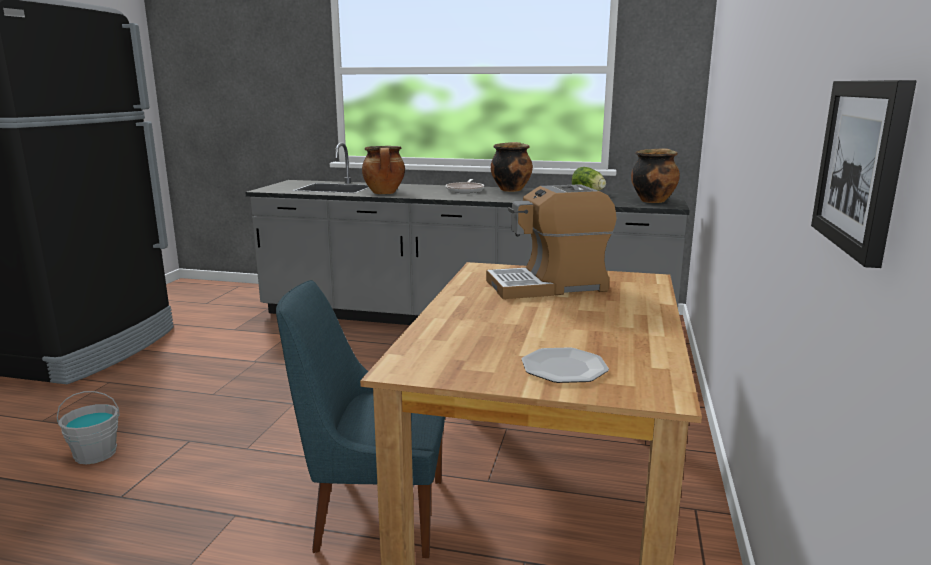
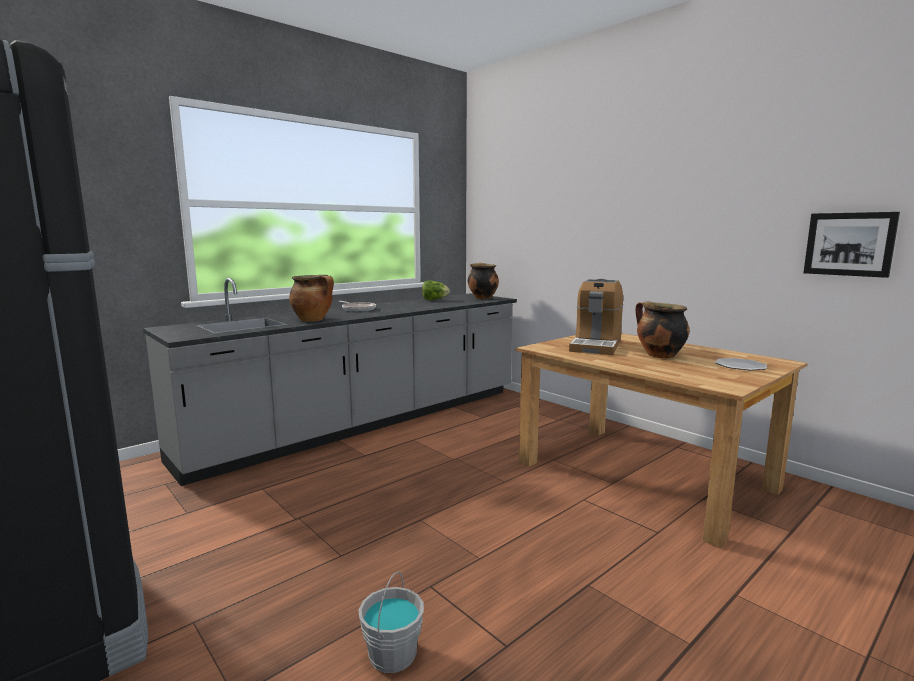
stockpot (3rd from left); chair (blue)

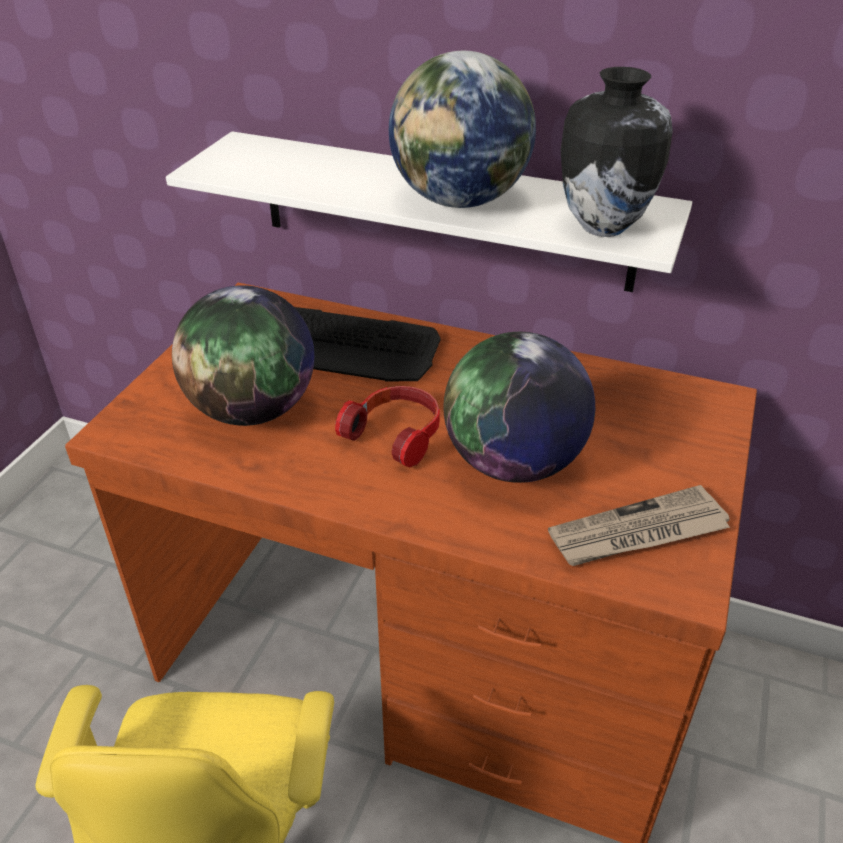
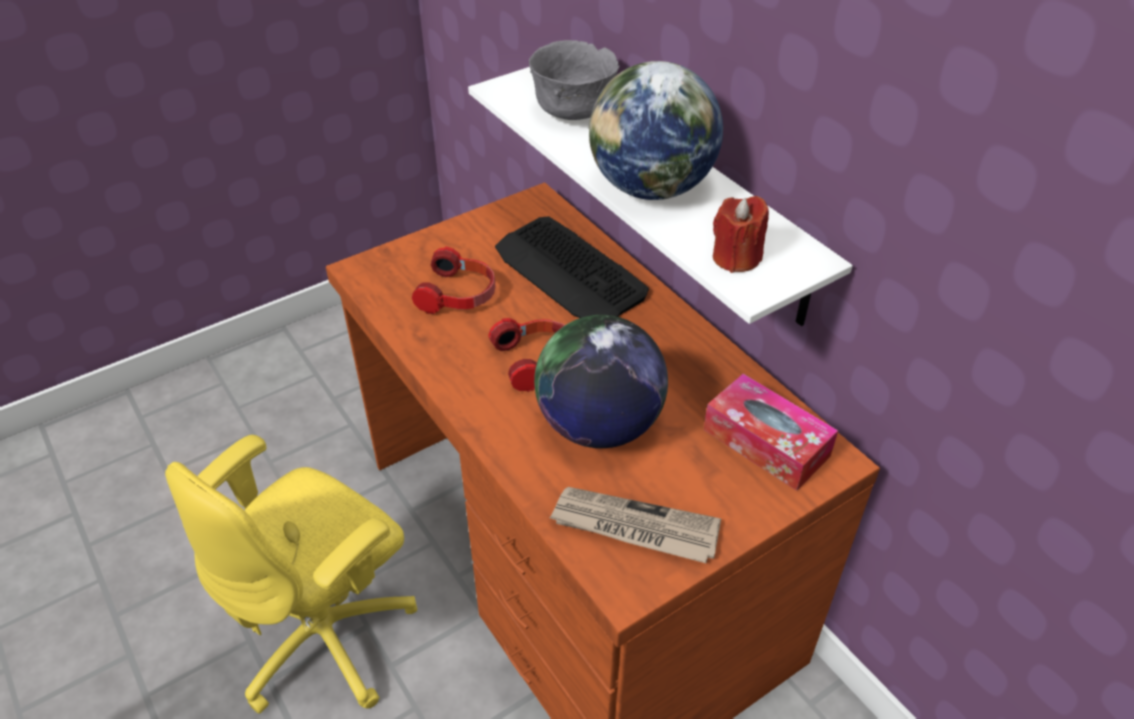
headphones (1st from left); deep dish (gray); tissue holder; wax candle (reddish)

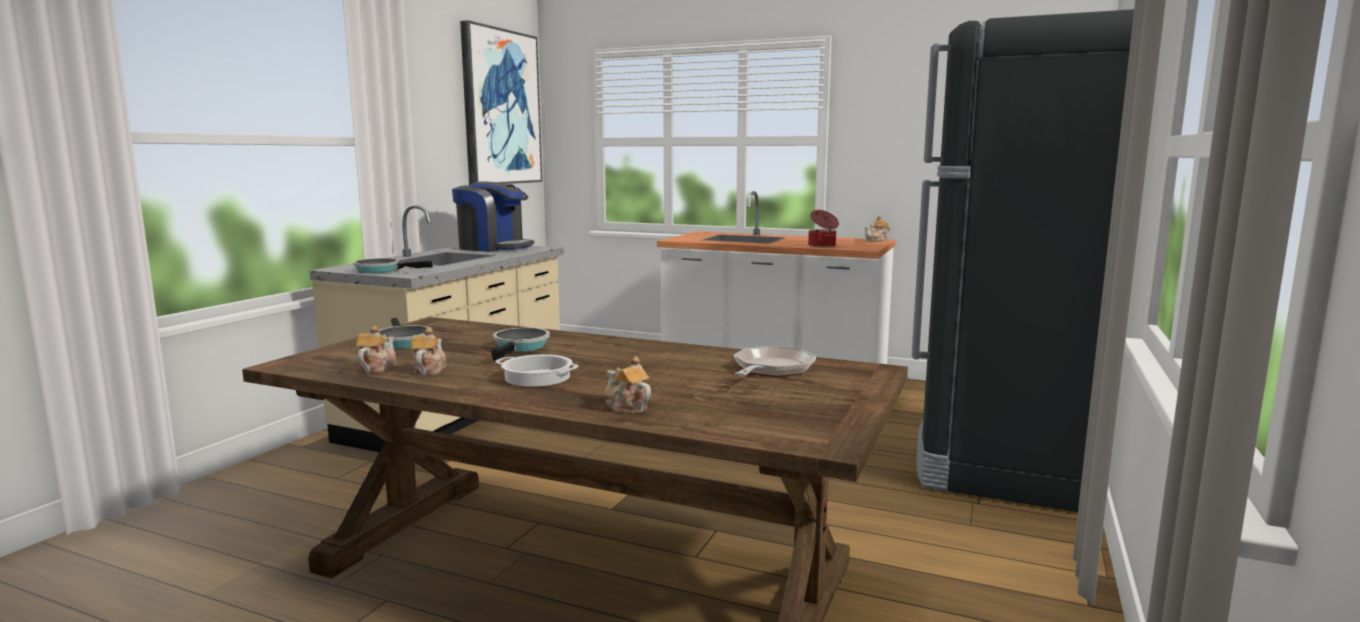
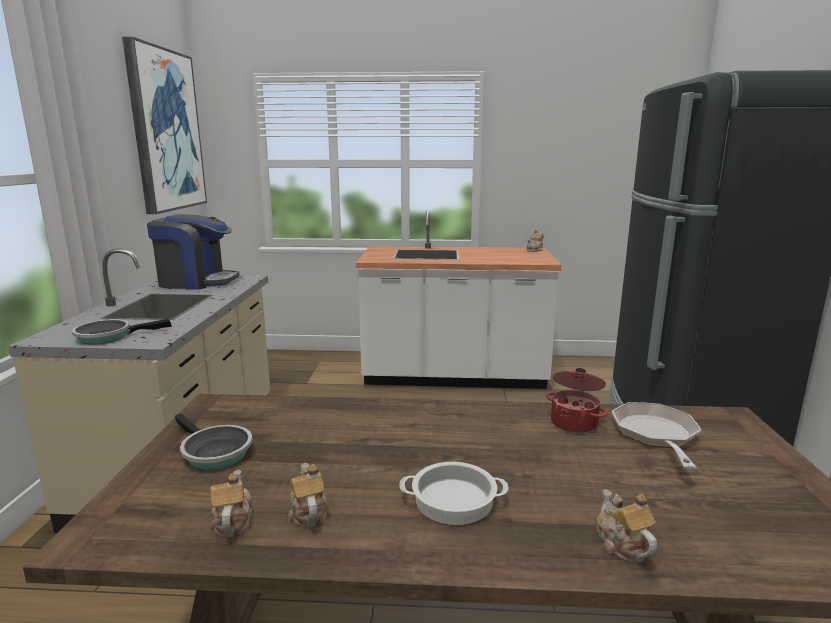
stockpot (2nd from left); teapot (4th from left); frying pan (3rd from left in the first image)

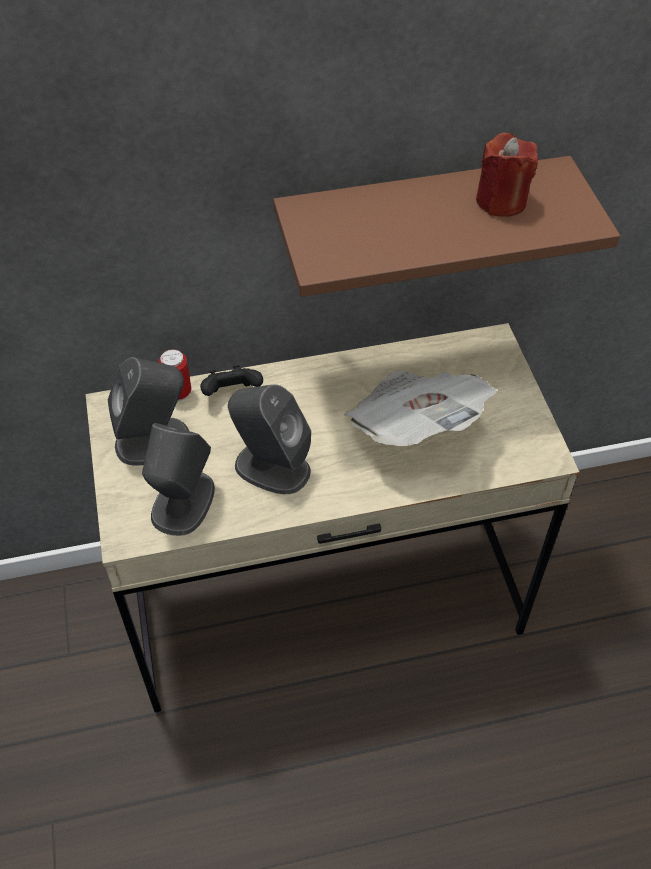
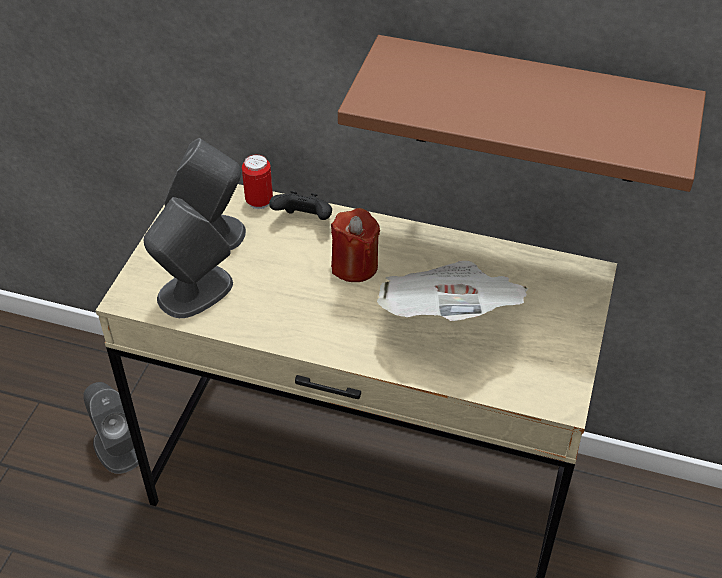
loudspeaker (gray) (1st from left); wax candle (reddish)

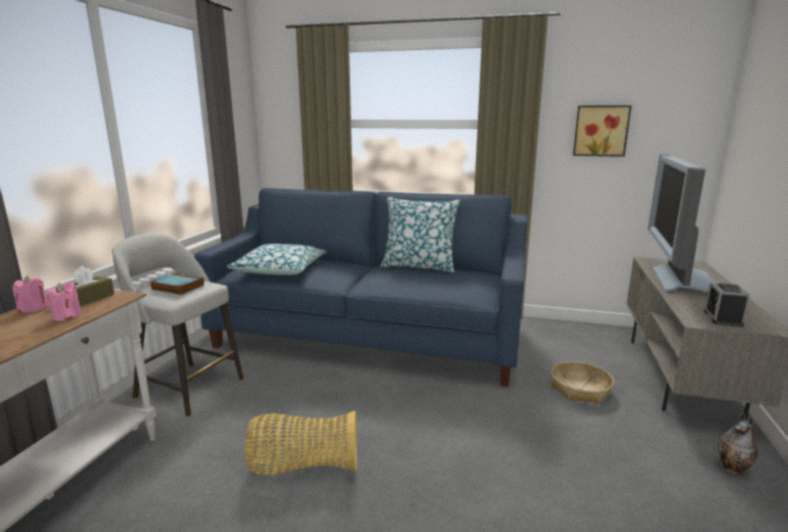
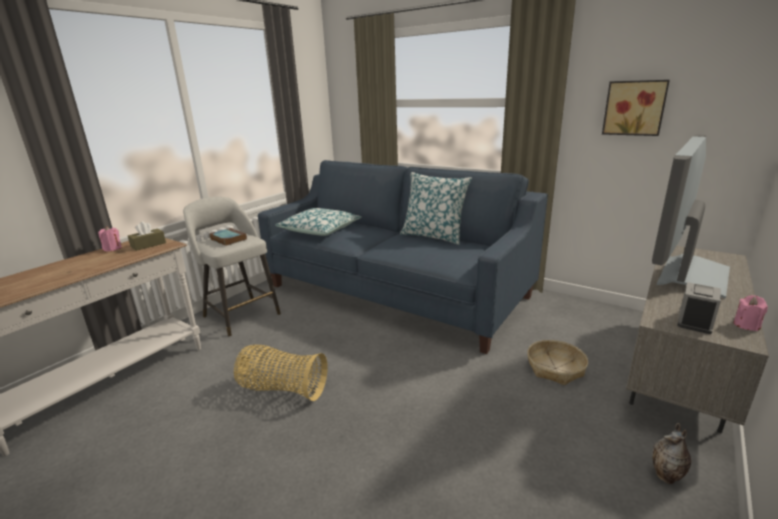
wax candle (pink-coloured) (2nd from left)

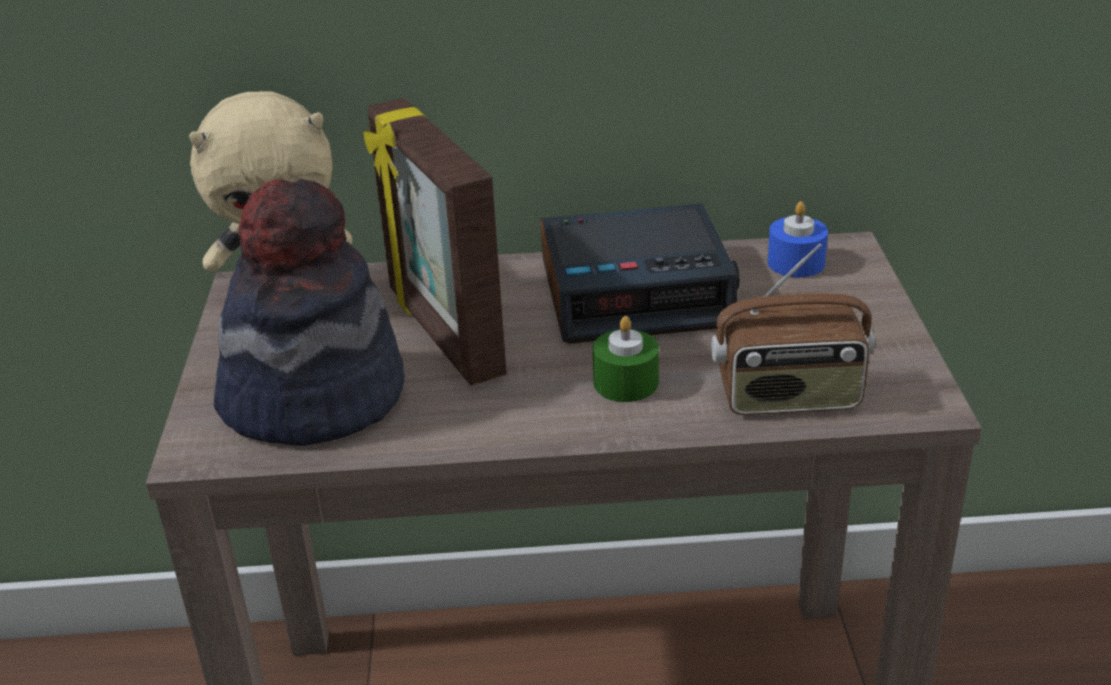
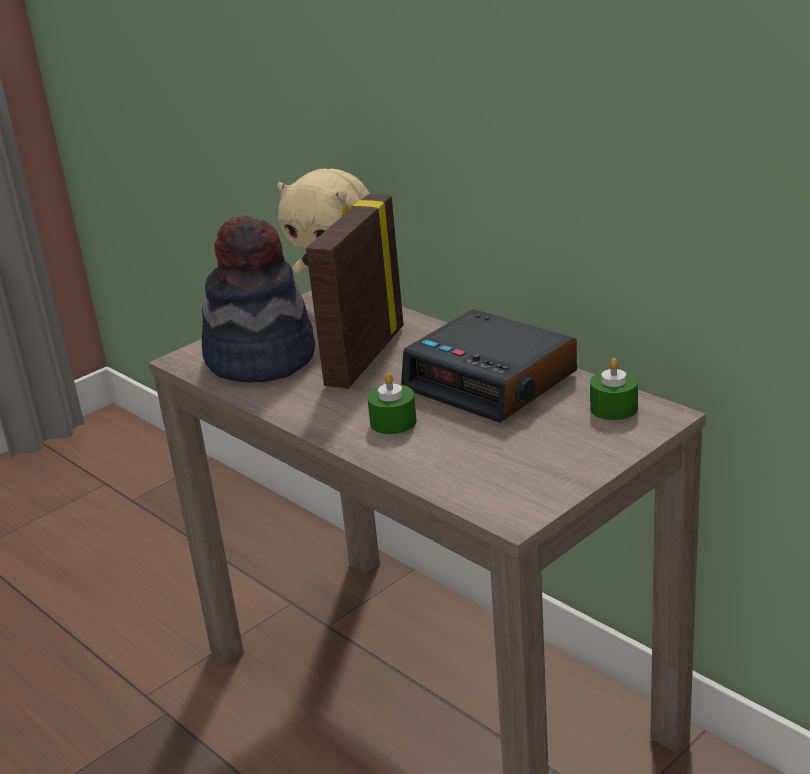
wax candle (greenish) (2nd from left); radio receiver

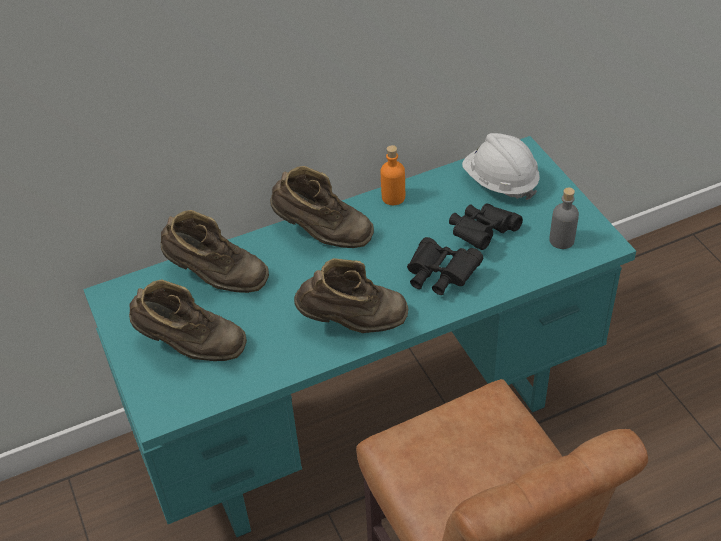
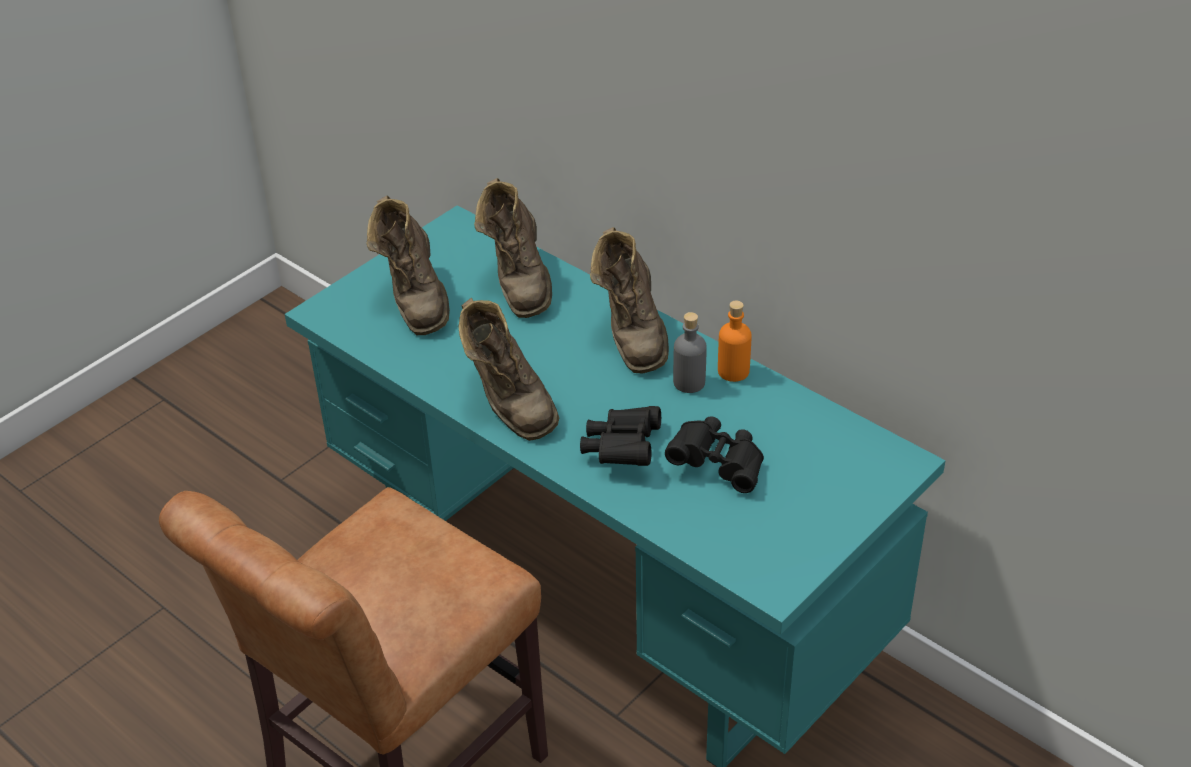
beverage bottle (gray); safety helmet (whitish)

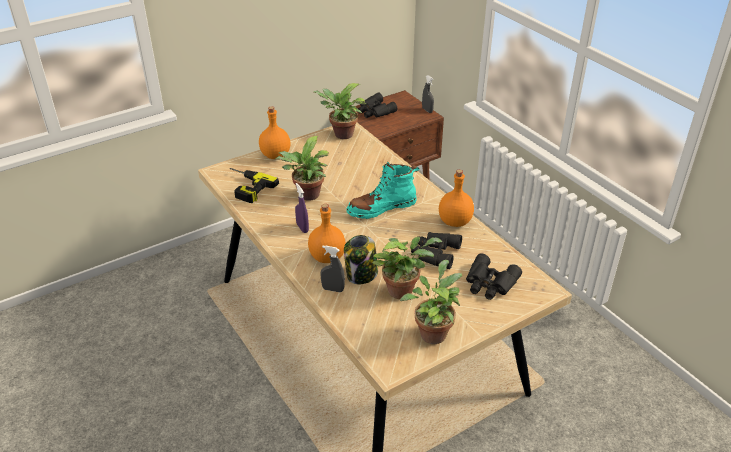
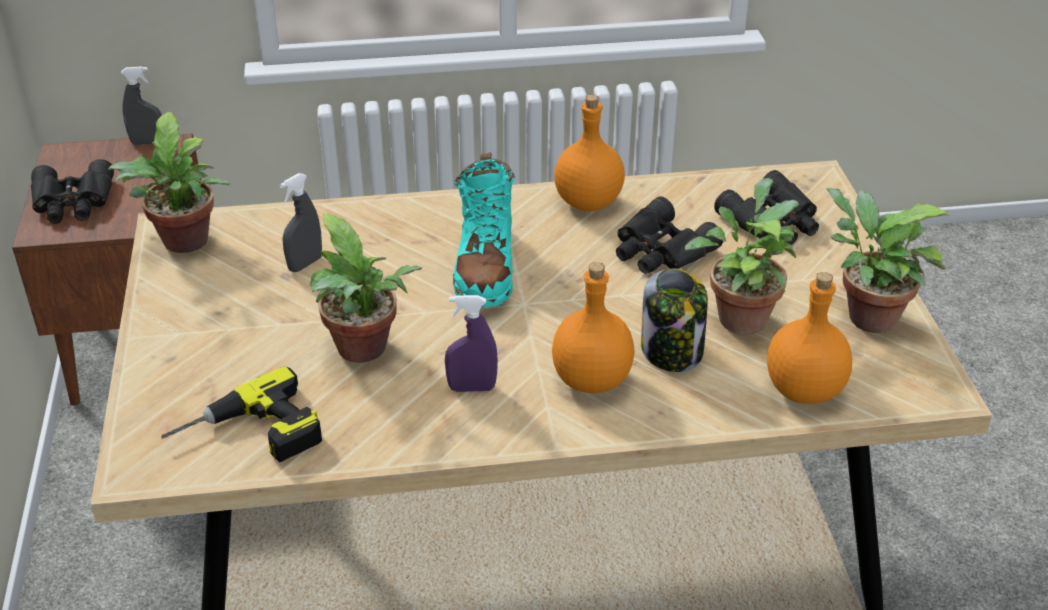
spray bottle (gray) (2nd from left); beverage bottle (orangey) (3rd from left)

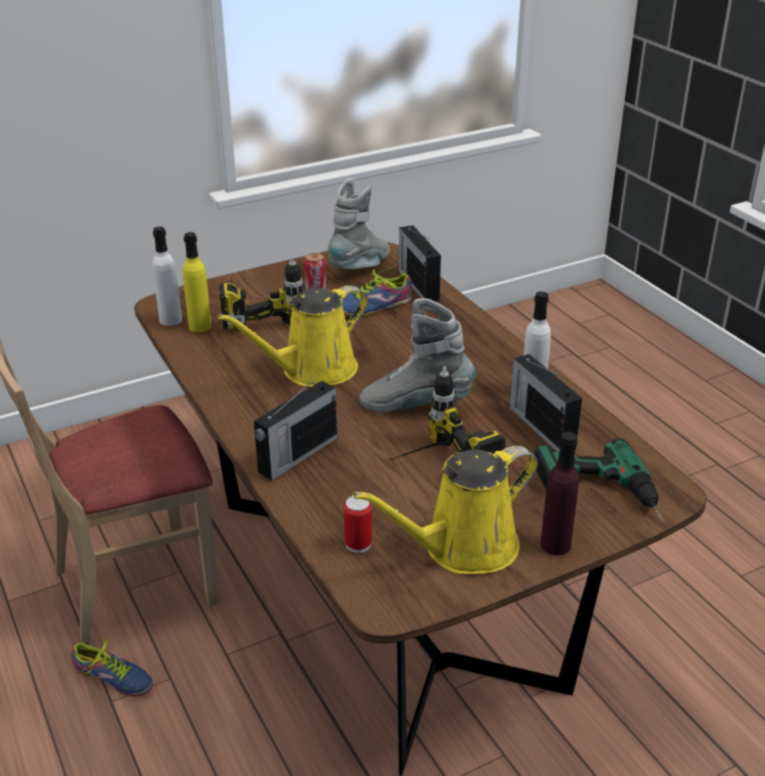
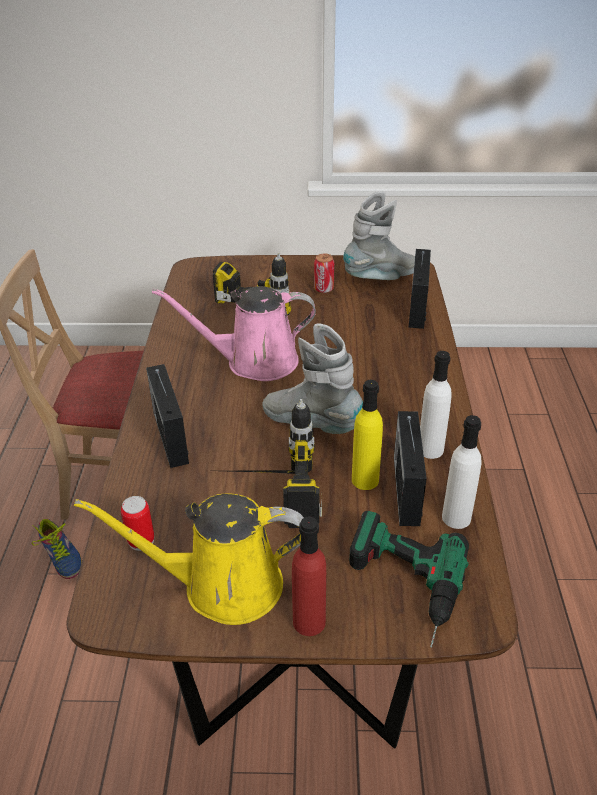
radio receiver (1st from left); sprinkling can (pink-coloured); beverage bottle (reddish); beverage bottle (yellowish); beverage bottle (whitish) (2nd from left); shoe (2nd from left in the first image)

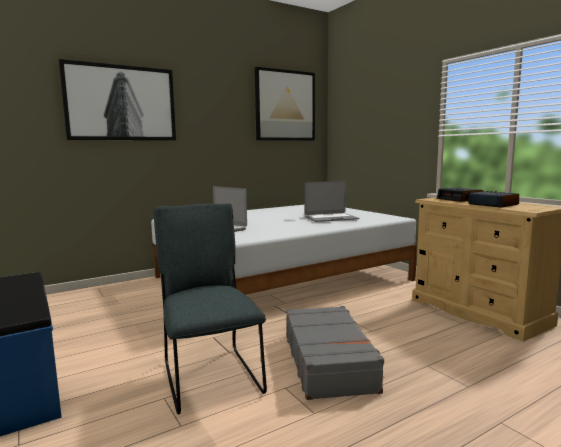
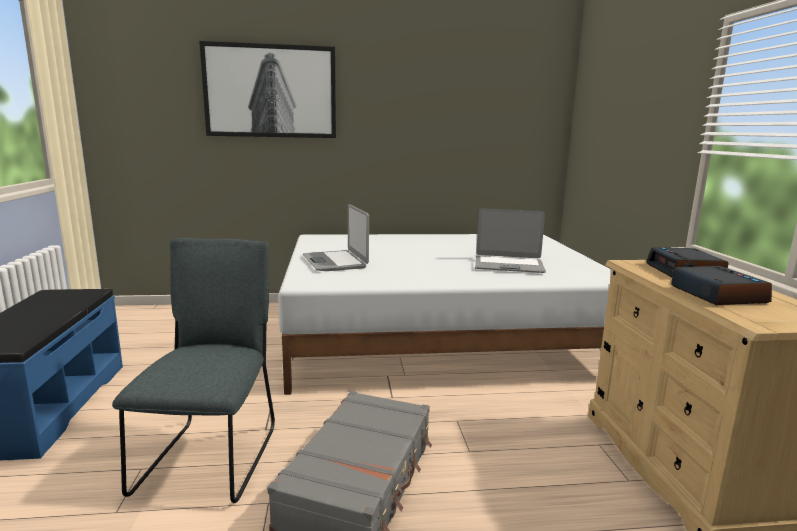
wall picture (2nd from left in the first image)

